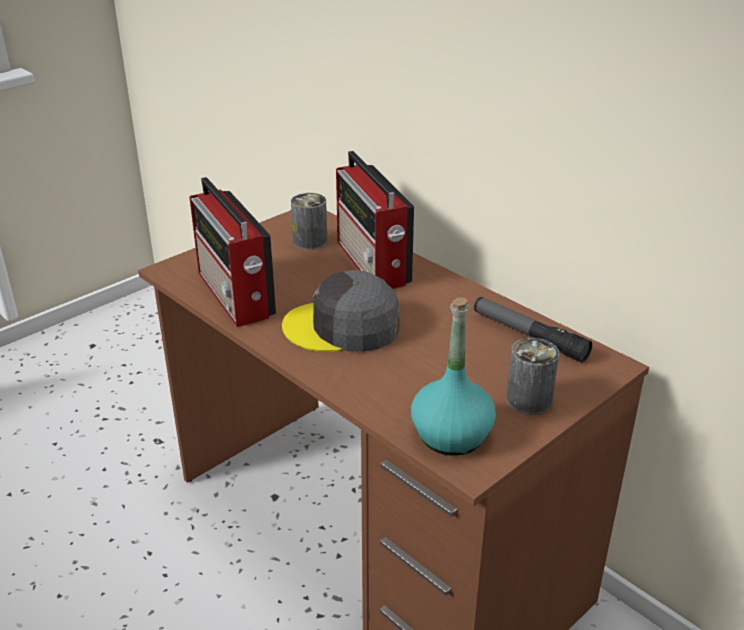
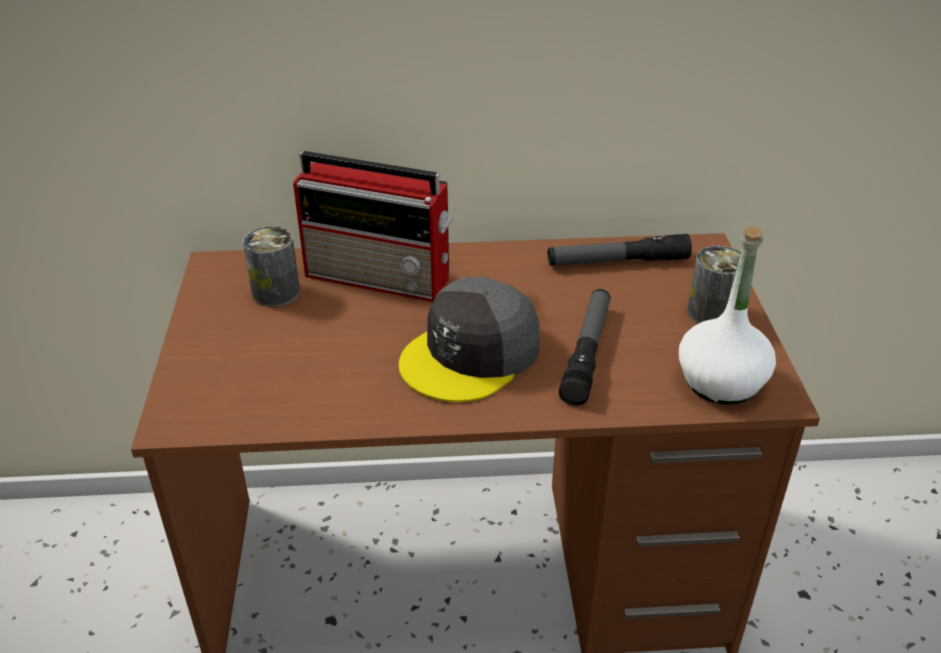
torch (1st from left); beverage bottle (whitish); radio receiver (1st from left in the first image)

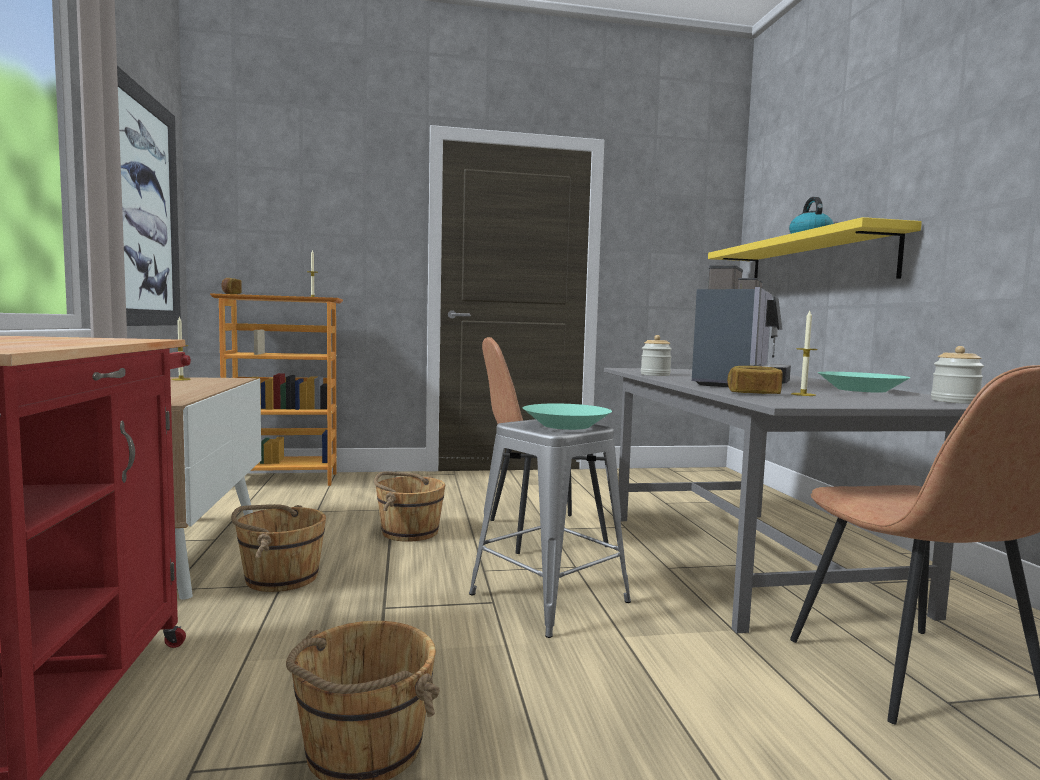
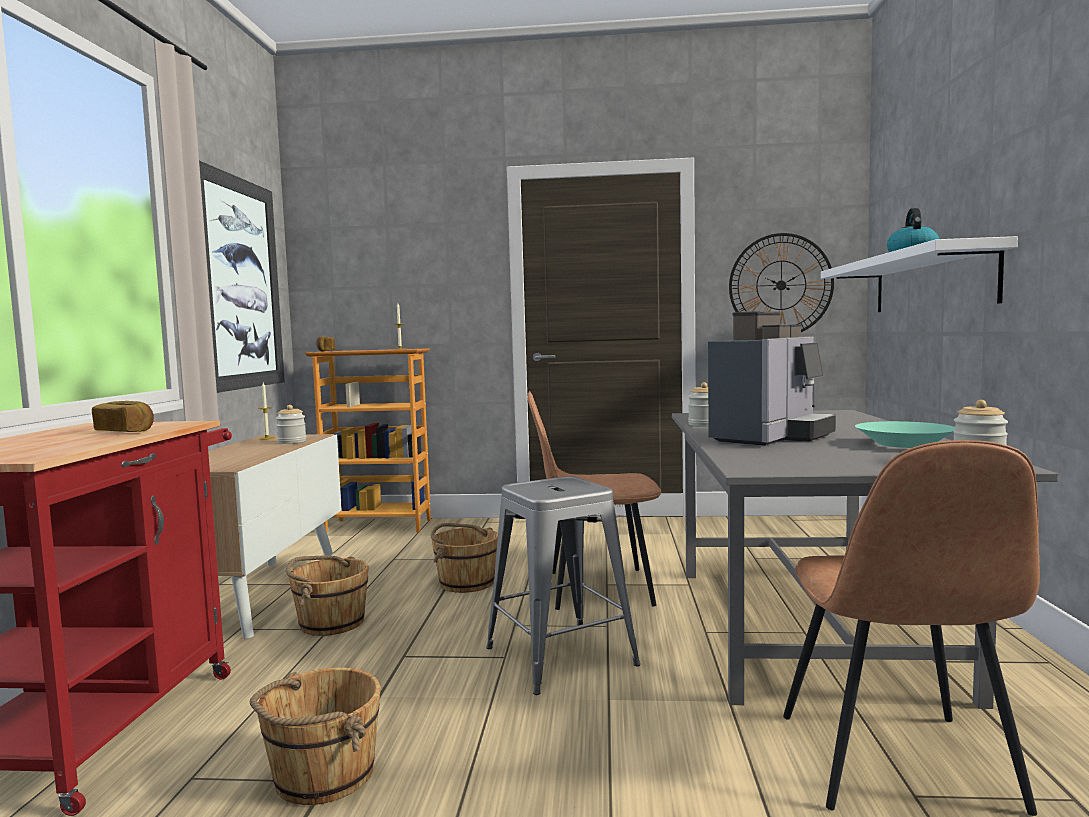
baked bread (1st from left); jar (1st from left); wall clock; bracket shelf (whitish); deep dish (turquoise-coloured) (1st from left in the first image); wax candle (3rd from left in the first image)

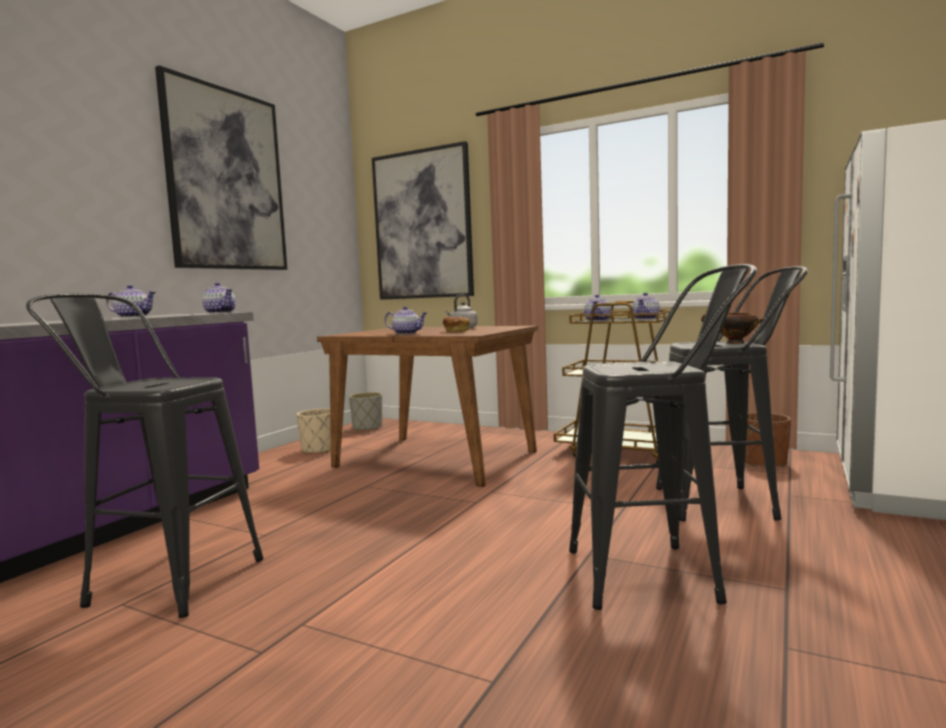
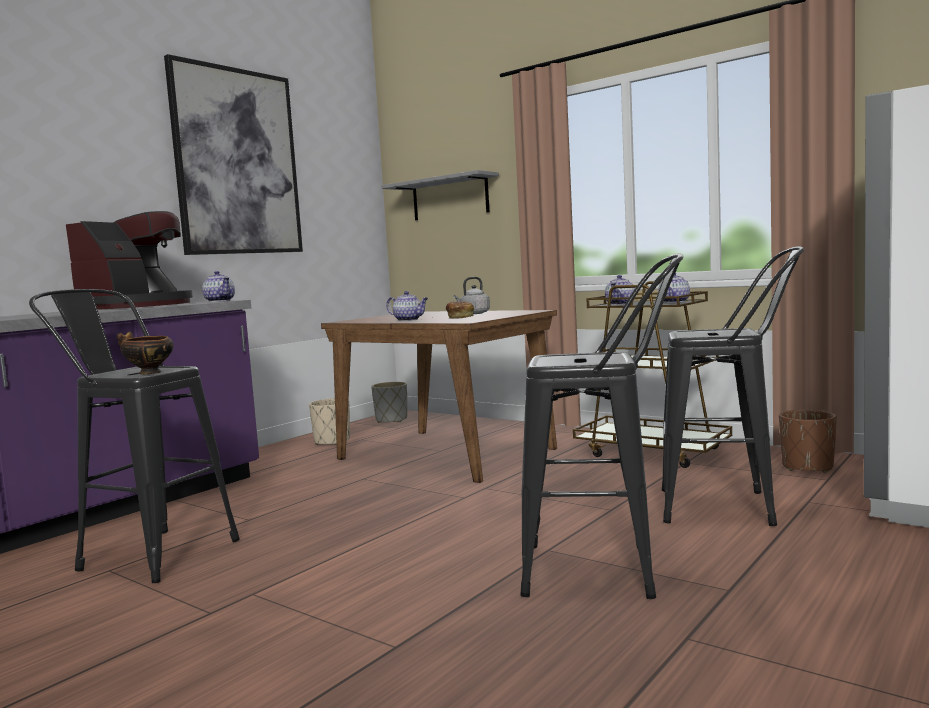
coffee maker; deep dish; bracket shelf (gray)

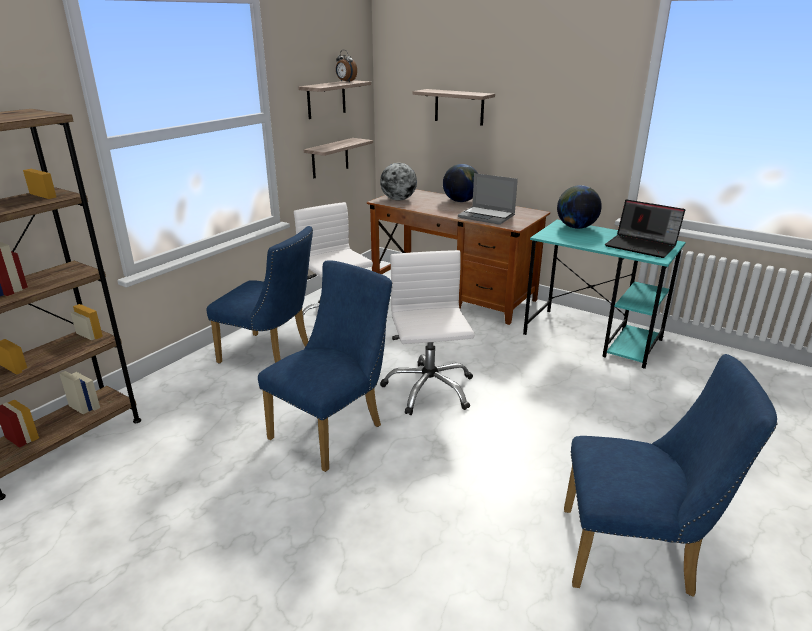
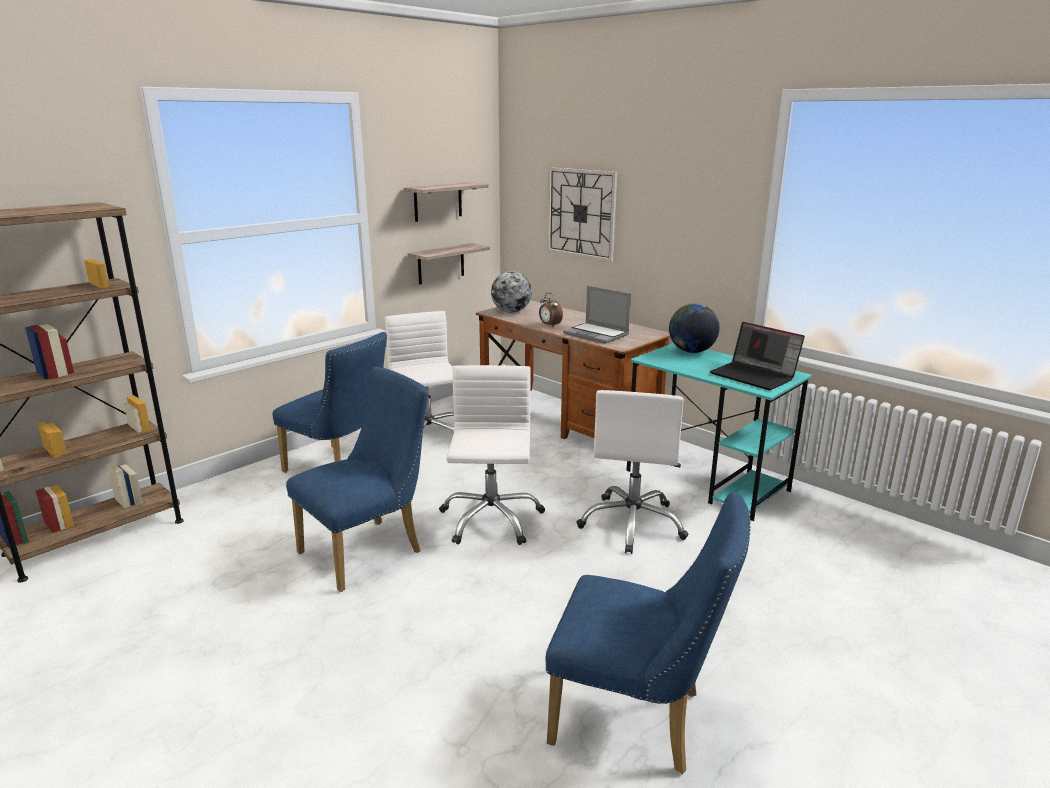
table clock; wall clock; computer chair (whitish) (3rd from left); desk globe (2nd from left in the first image)

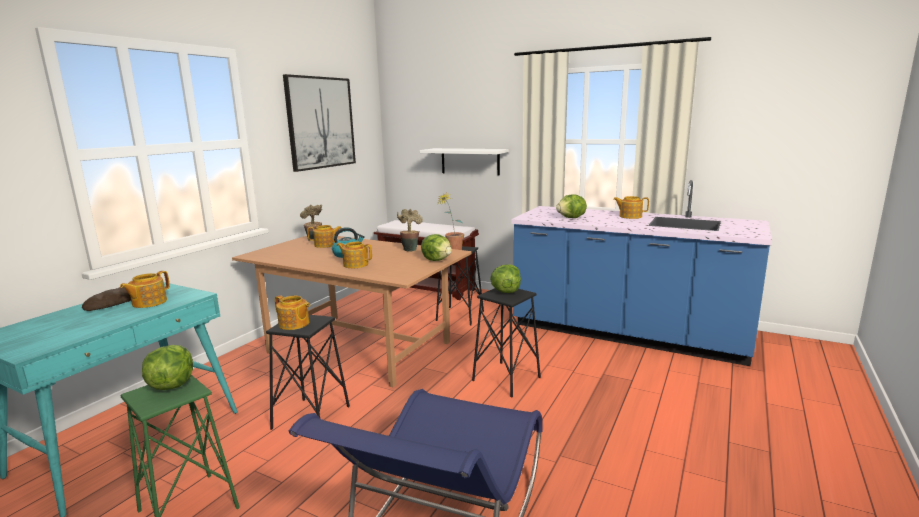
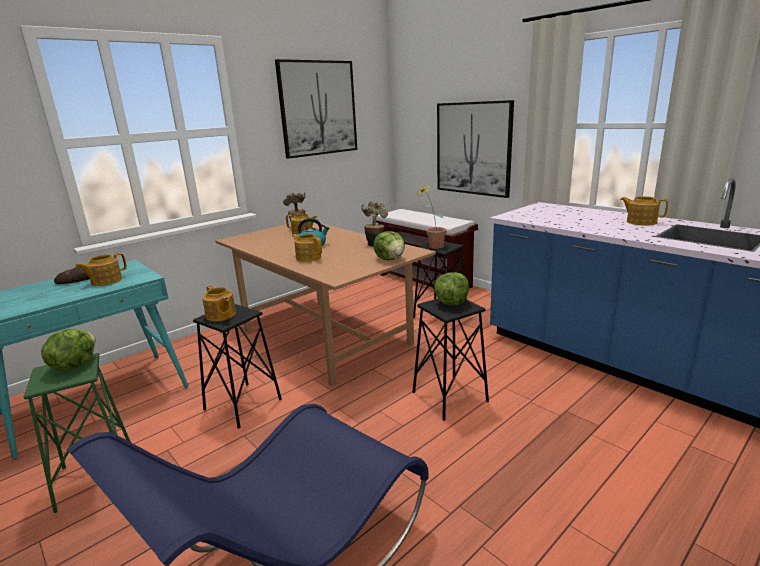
wall picture (2nd from left); lettuce head (4th from left in the first image)

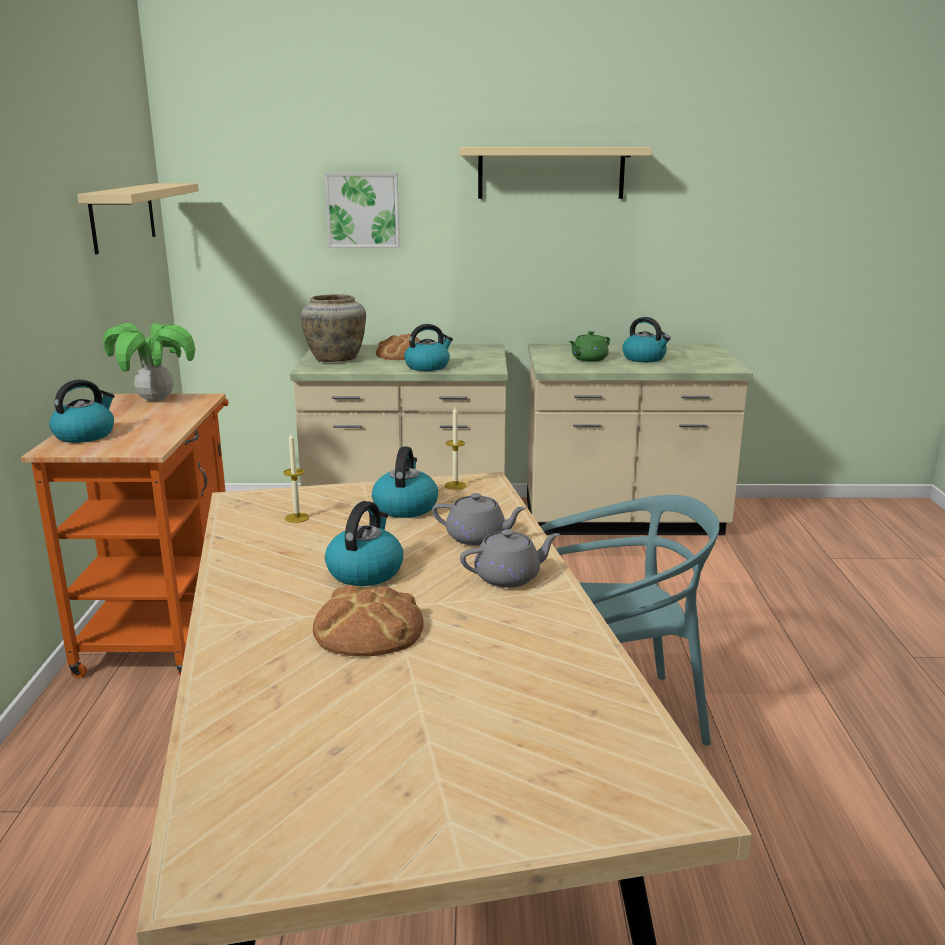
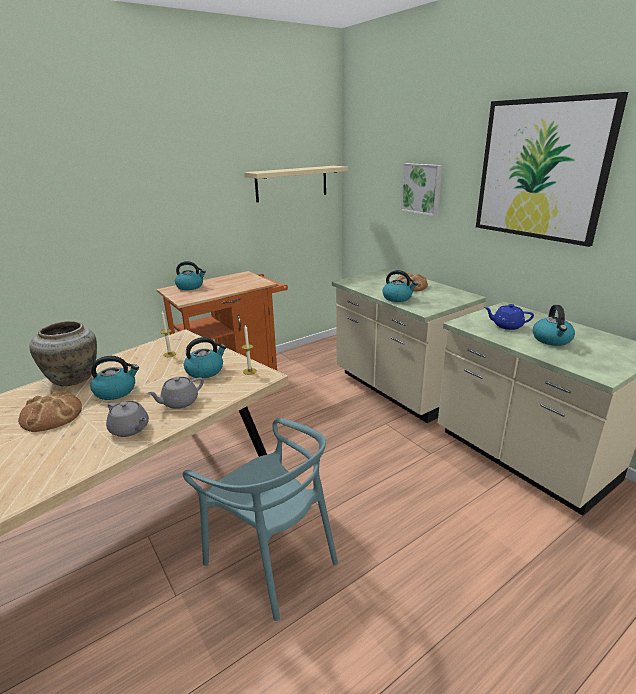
decorative vase (sand-coloured); teapot (gray) (2nd from left); wall picture (2nd from left); teapot (blue); potted plant

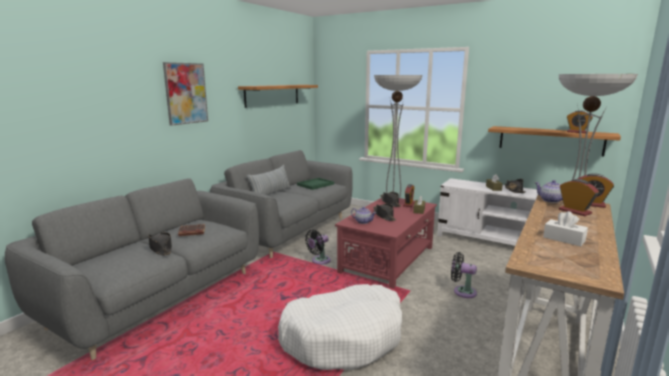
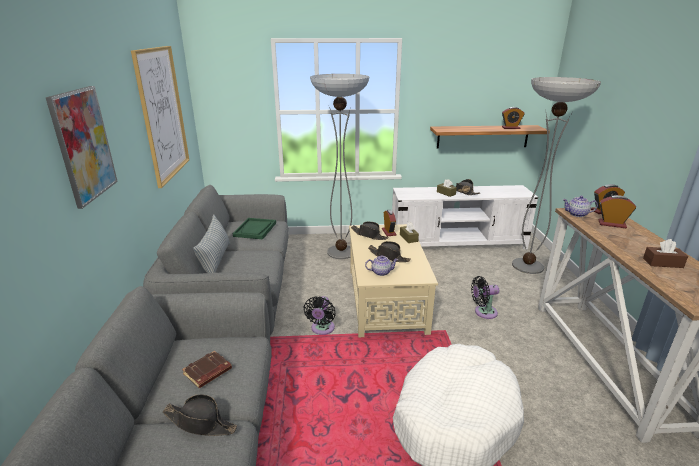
wall picture (2nd from left); low table (sand-coloured); tissue holder (brown) (3rd from left)

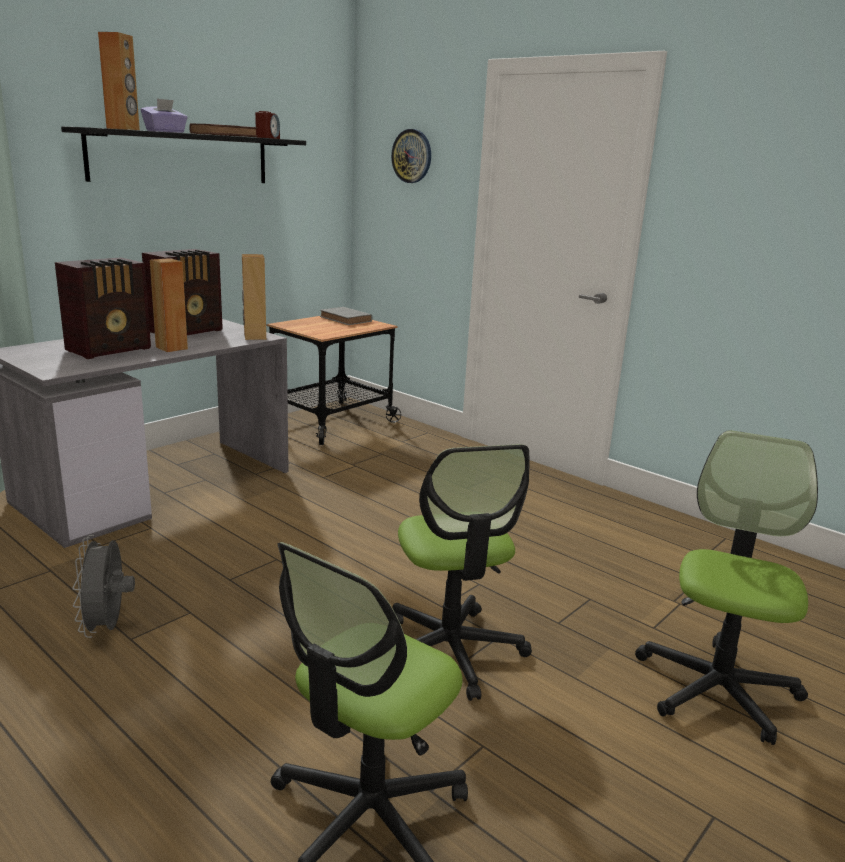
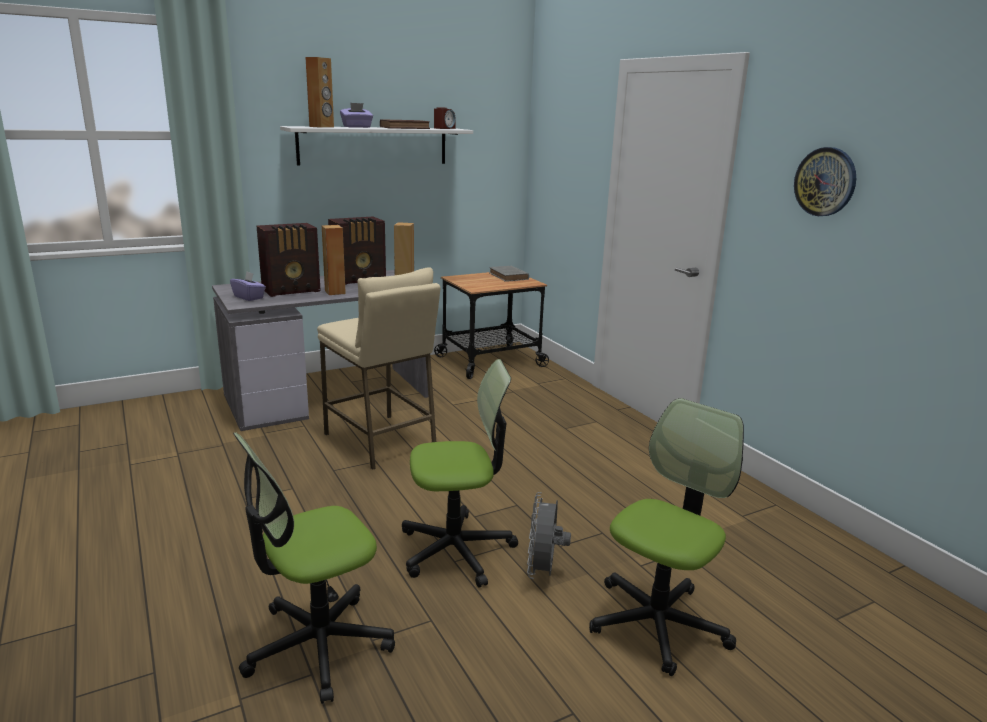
tissue holder (purplish) (1st from left); bracket shelf (whitish); stool seat (sand-coloured); computer chair (2nd from left); fan (gray); wall clock

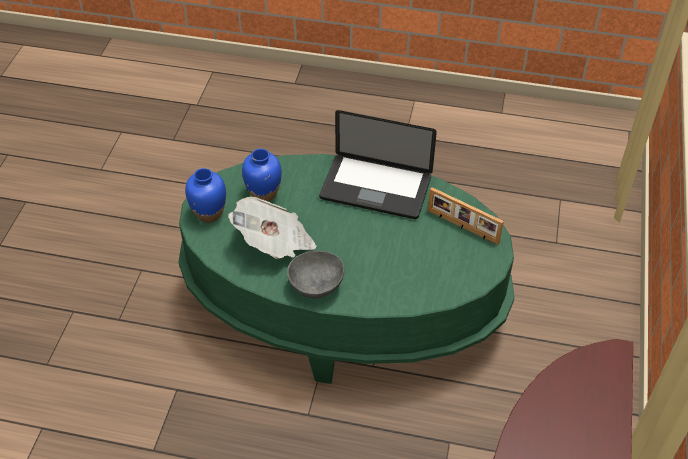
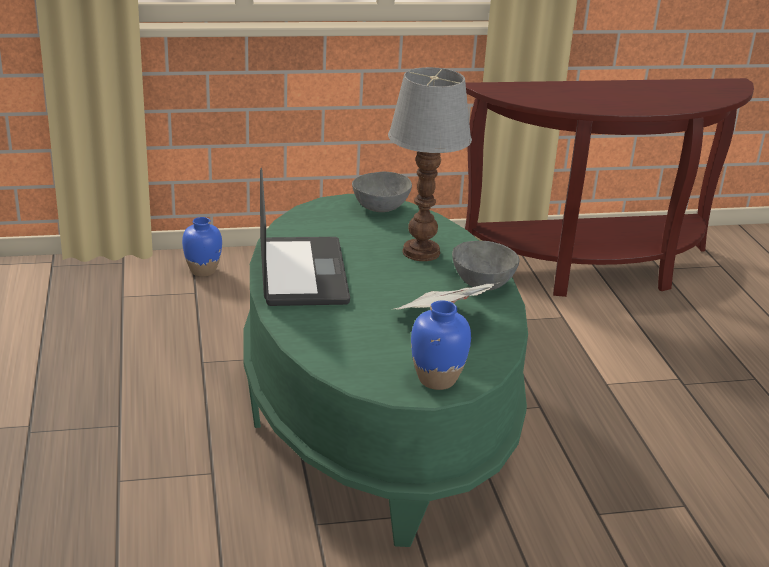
decorative vase (blue) (1st from left); deep dish (gray) (1st from left); lamp for a table; photo frame

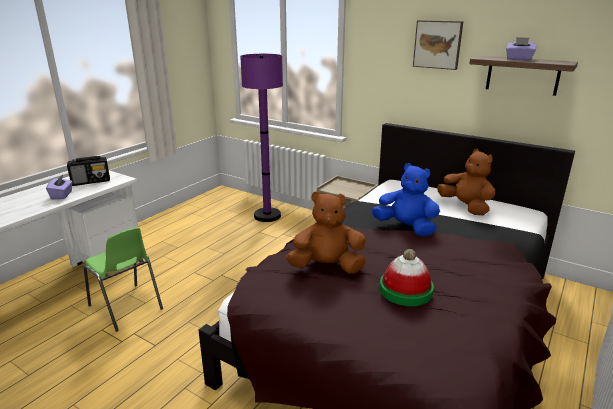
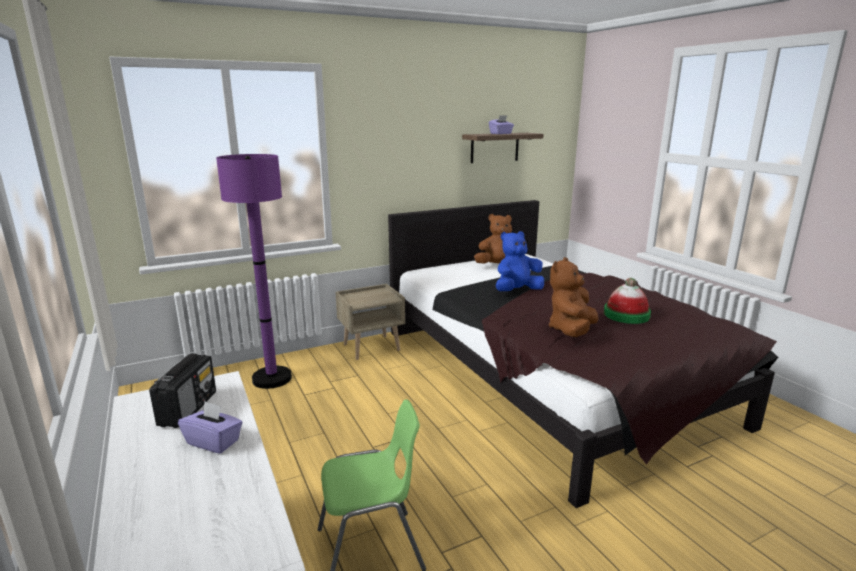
wall picture

